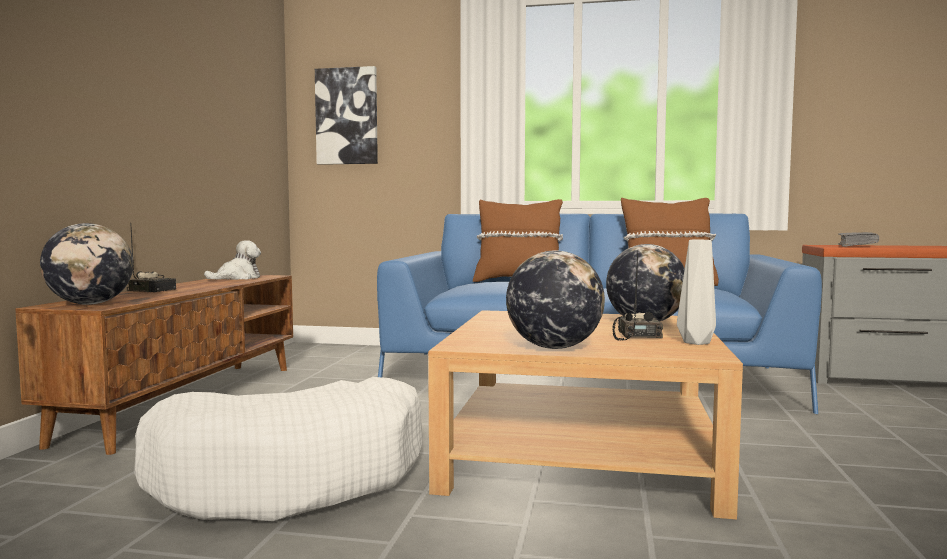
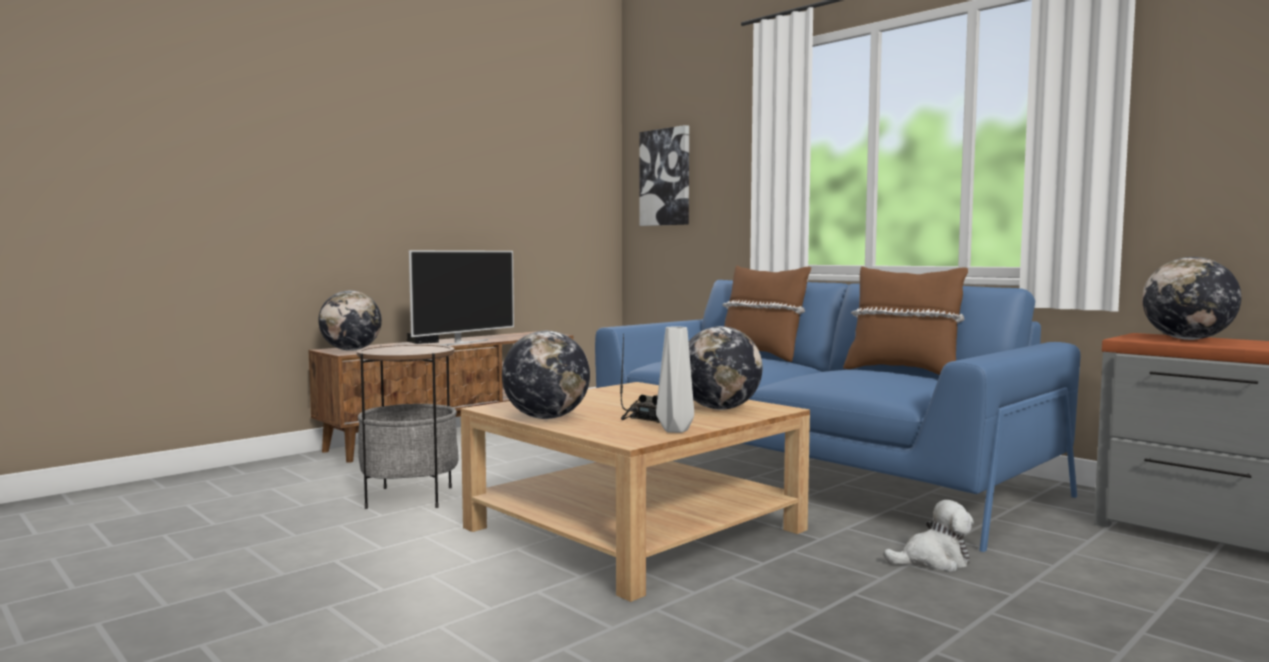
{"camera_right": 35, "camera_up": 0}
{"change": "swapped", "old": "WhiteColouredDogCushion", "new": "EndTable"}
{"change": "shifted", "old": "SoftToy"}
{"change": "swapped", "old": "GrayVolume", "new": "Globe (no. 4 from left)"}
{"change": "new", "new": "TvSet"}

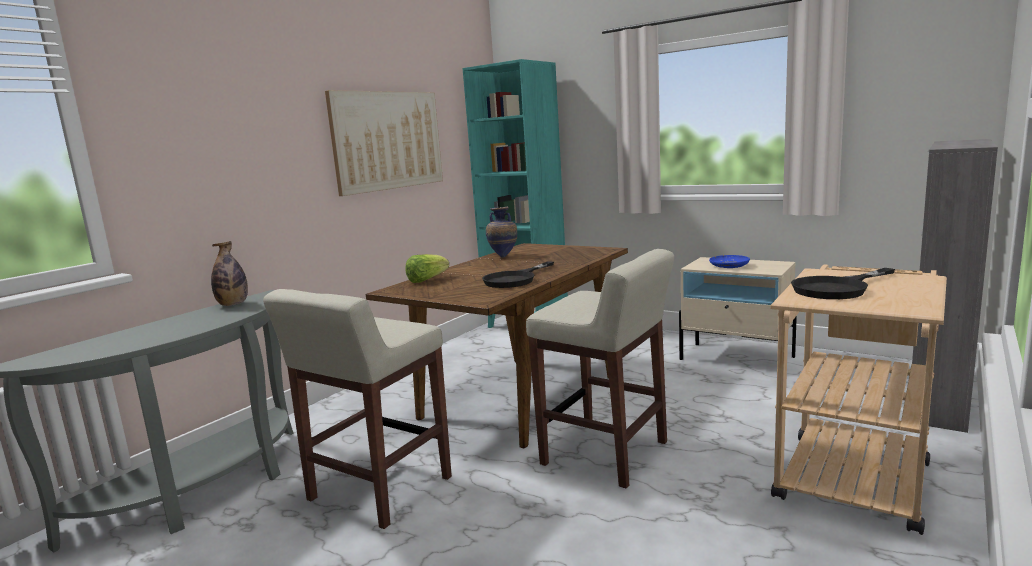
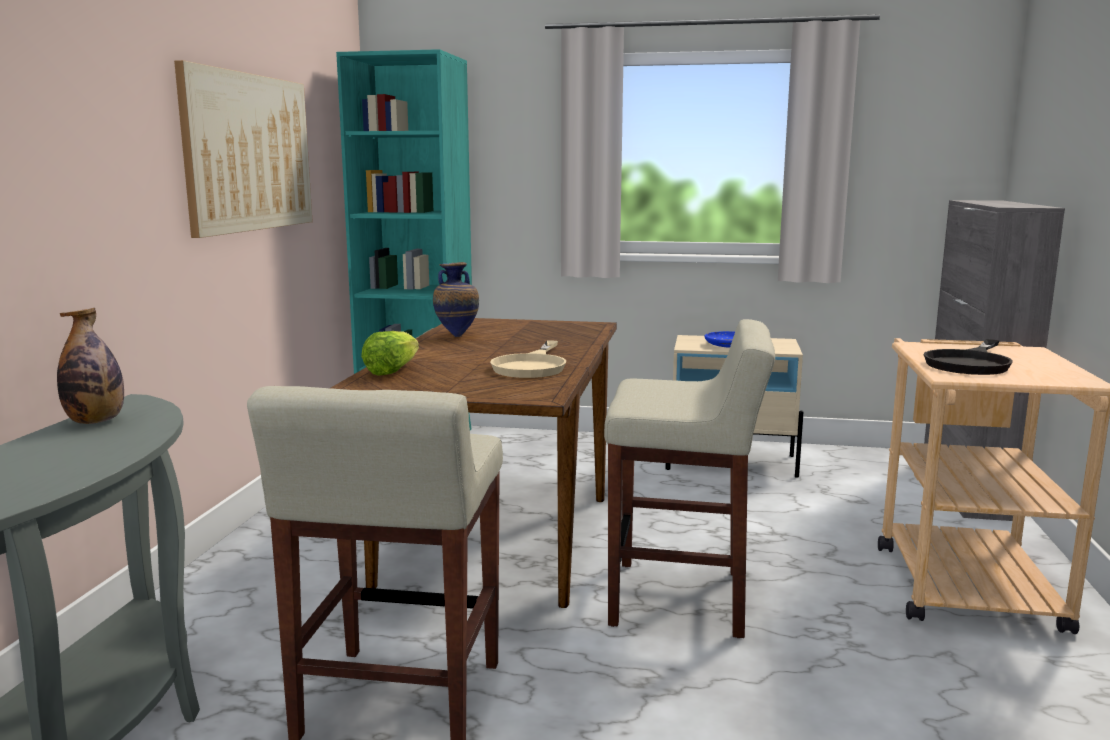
{"camera_right": -25, "camera_up": 0}
{"change": "repainted", "old": "BlackishFryingPan (no. 1 from left)", "new": "BeigeColouredFryingPan"}

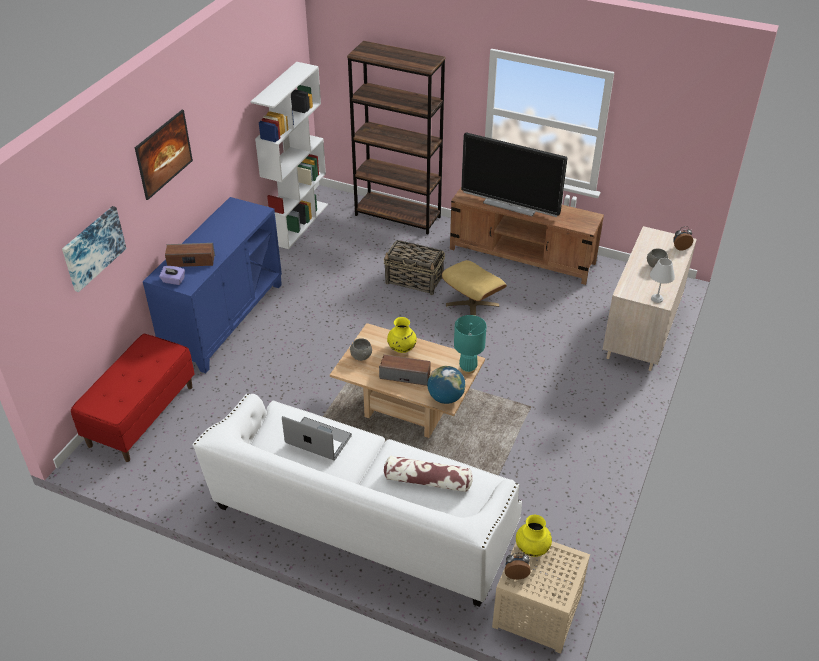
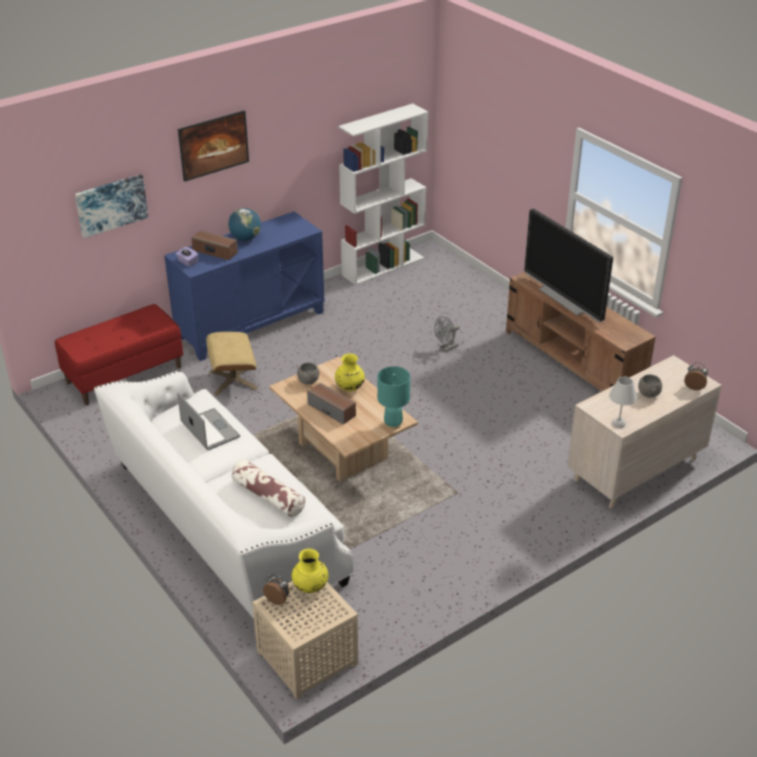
{"camera_right": 30, "camera_up": -5}
{"change": "gone", "old": "BrownishBookcase"}
{"change": "swapped", "old": "HouseholdBasket", "new": "GrayFan"}
{"change": "shifted", "old": "Globe"}
{"change": "shifted", "old": "BeigeColouredPouffe"}

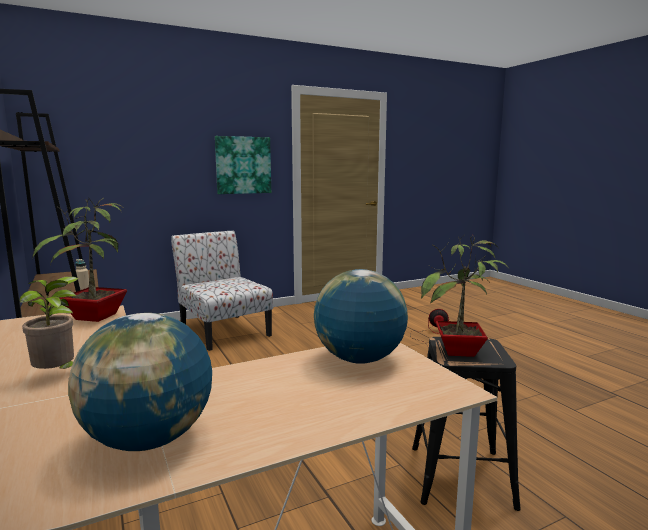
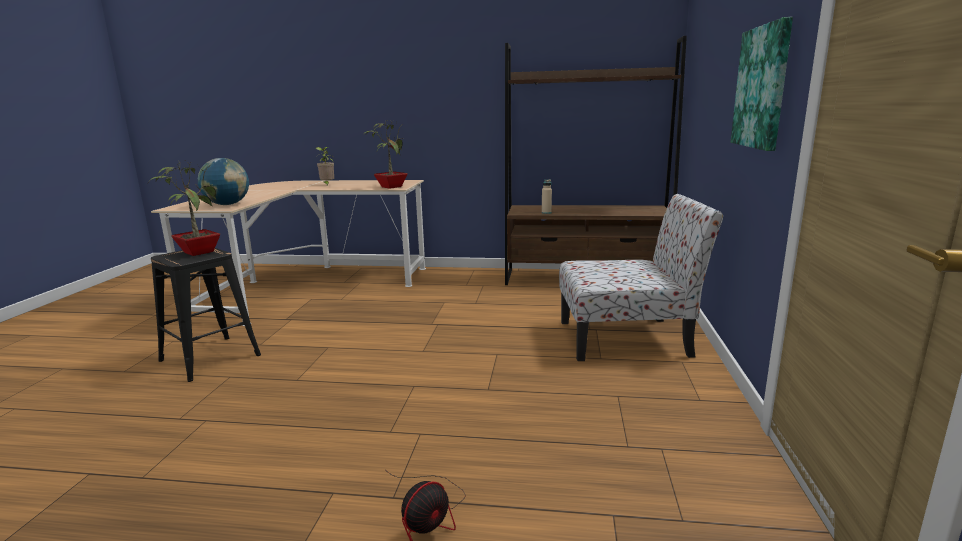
{"camera_right": 125, "camera_up": 5}
{"change": "gone", "old": "Globe (no. 1 from left)"}

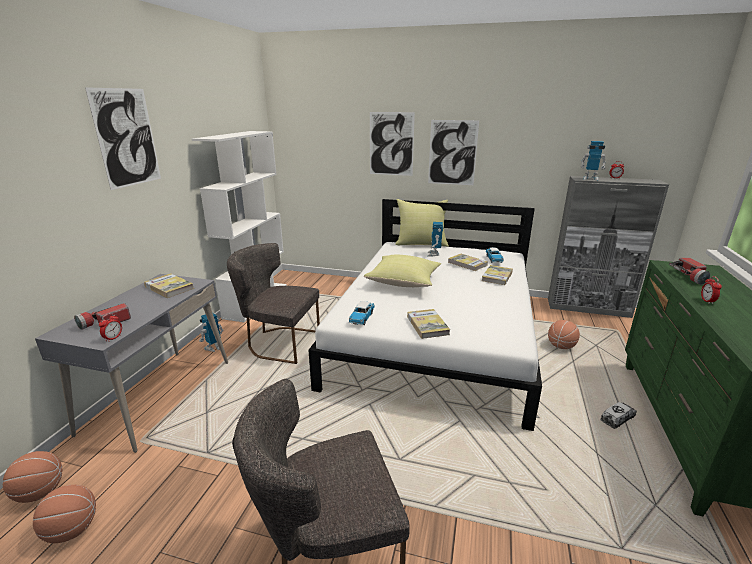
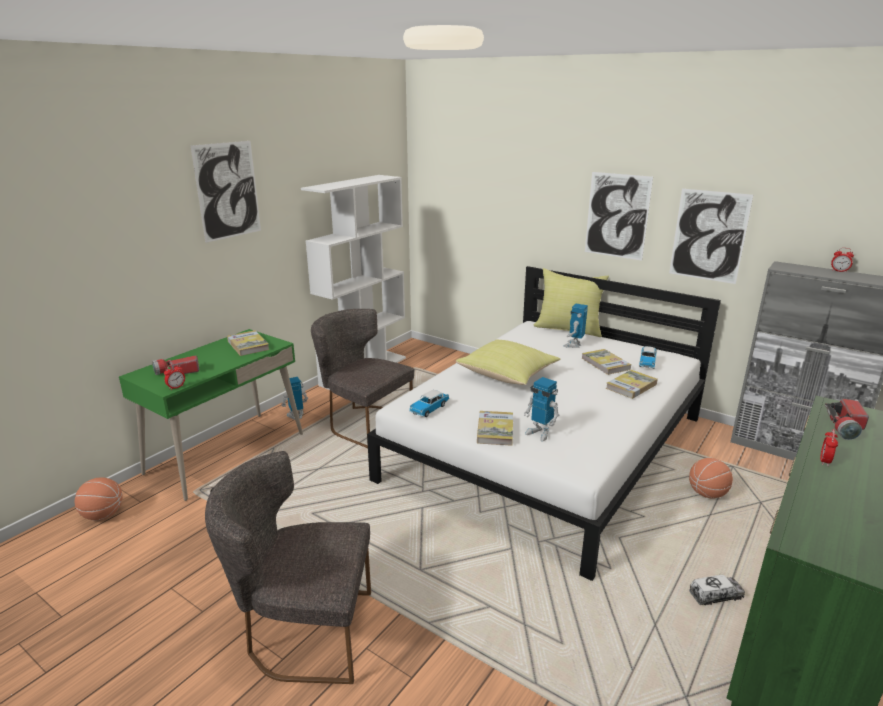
{"camera_right": 20, "camera_up": 0}
{"change": "gone", "old": "BallForBasketball (no. 2 from left)"}
{"change": "repainted", "old": "GrayDeskTable", "new": "GreenColouredDeskTable"}
{"change": "shifted", "old": "WallArt (no. 2 from left in the first image)", "new": "WallArt (no. 3 from left)"}
{"change": "shifted", "old": "ToyRobot (no. 3 from left in the first image)", "new": "ToyRobot (no. 2 from left)"}

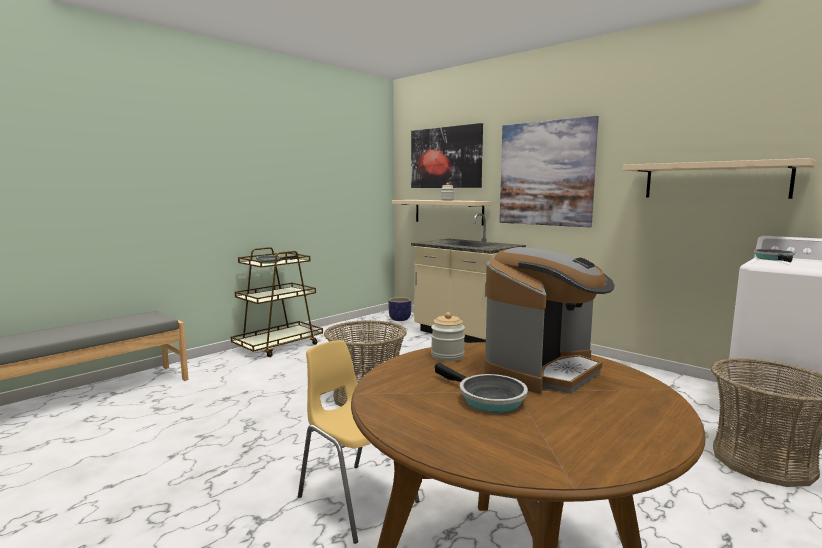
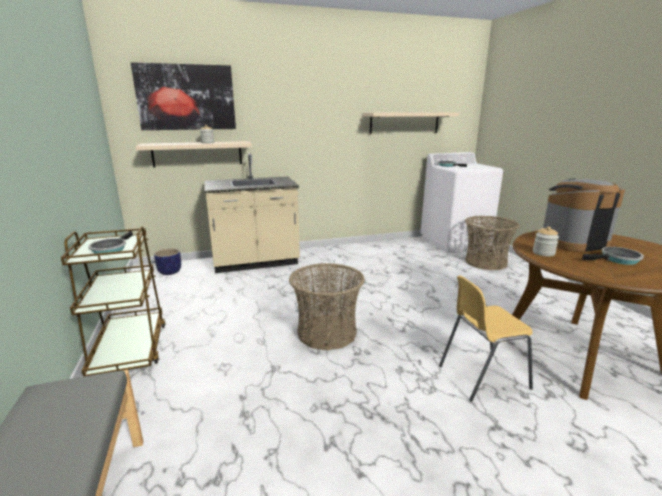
{"camera_right": -60, "camera_up": 10}
{"change": "rotated", "old": "CoffeeMachine", "degrees": -90}
{"change": "gone", "old": "WallArt (no. 2 from left)"}

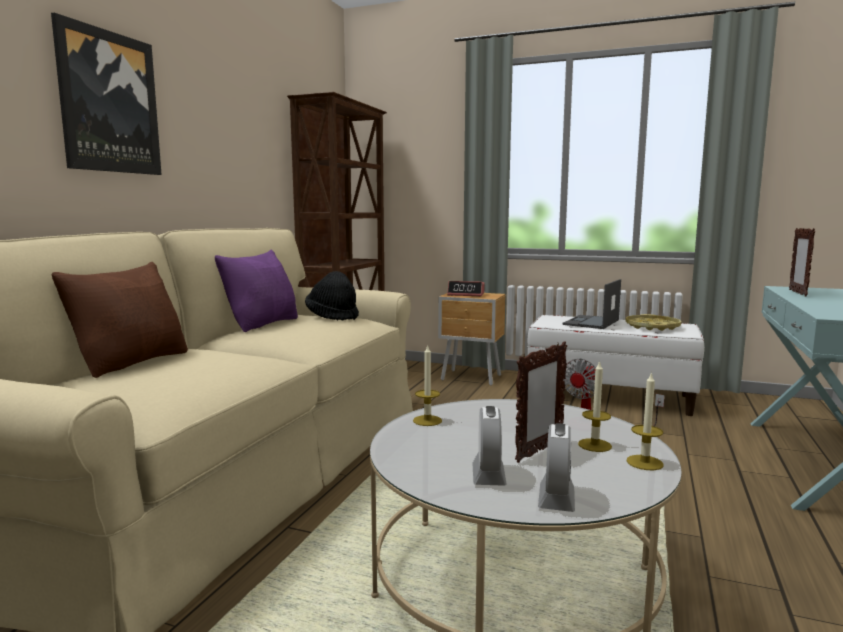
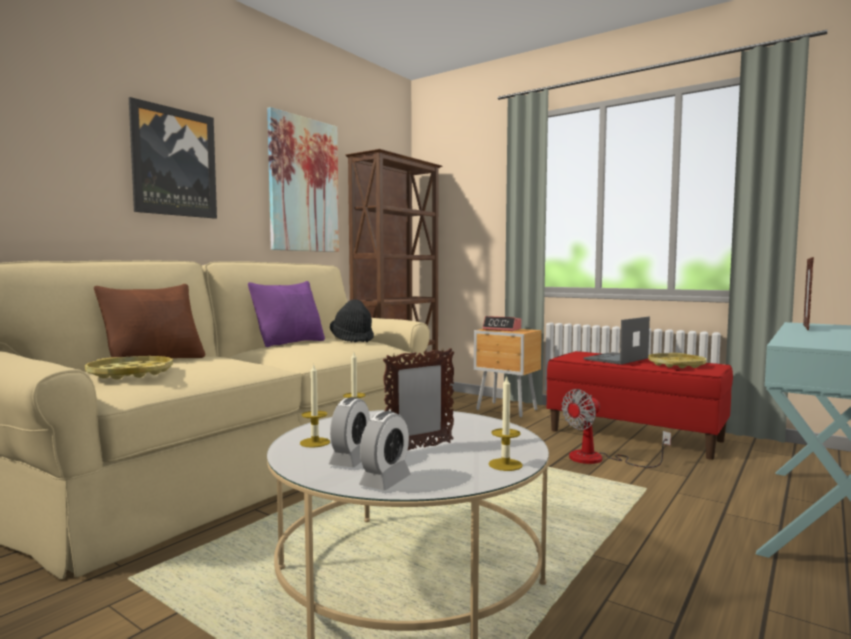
{"camera_right": 15, "camera_up": -5}
{"change": "repainted", "old": "WhiteColouredLongSeat", "new": "RedLongSeat"}
{"change": "shifted", "old": "Candle (no. 2 from left in the first image)", "new": "Candle (no. 1 from left)"}
{"change": "new", "new": "YellowColouredTray (no. 1 from left)"}
{"change": "new", "new": "WallArt (no. 2 from left)"}

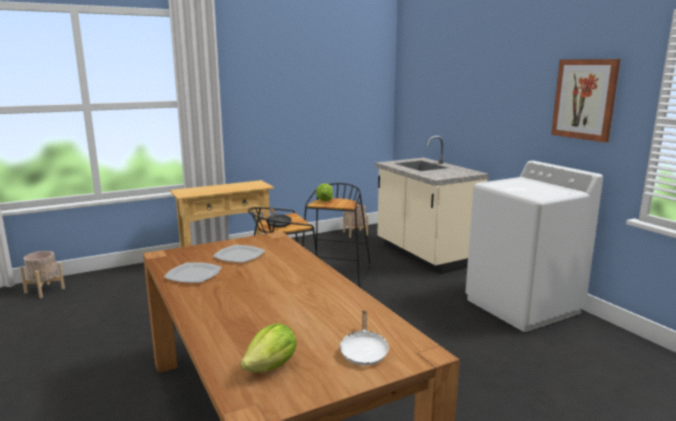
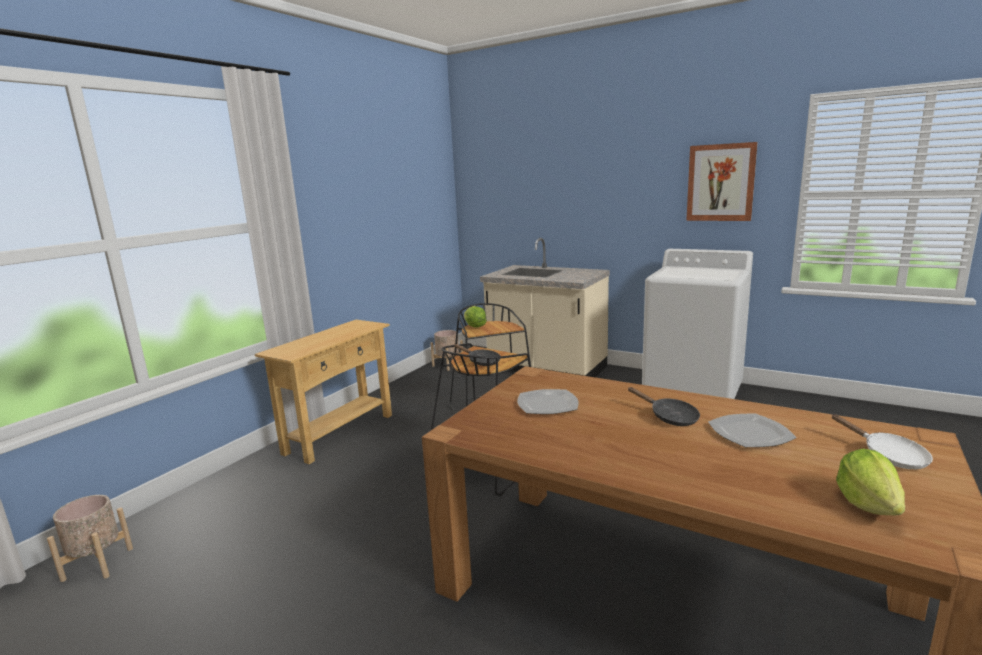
{"camera_right": -30, "camera_up": 0}
{"change": "shifted", "old": "FlatDish (no. 1 from left in the first image)", "new": "FlatDish (no. 2 from left)"}
{"change": "new", "new": "BlackishFryingPan (no. 2 from left)"}

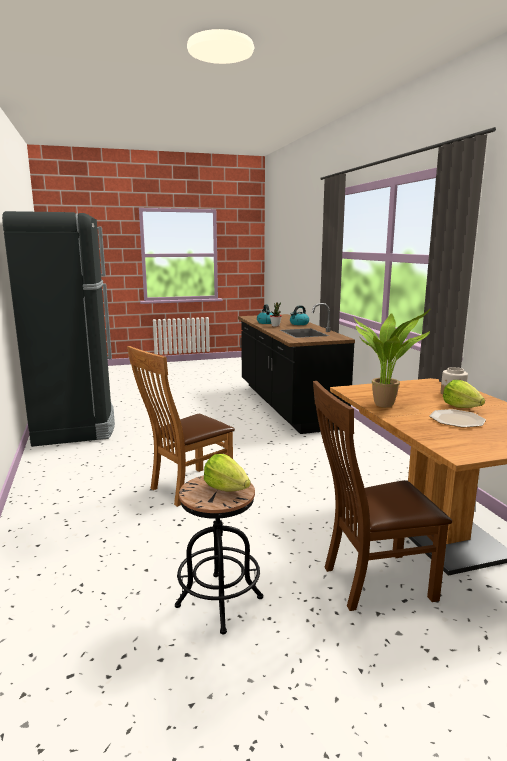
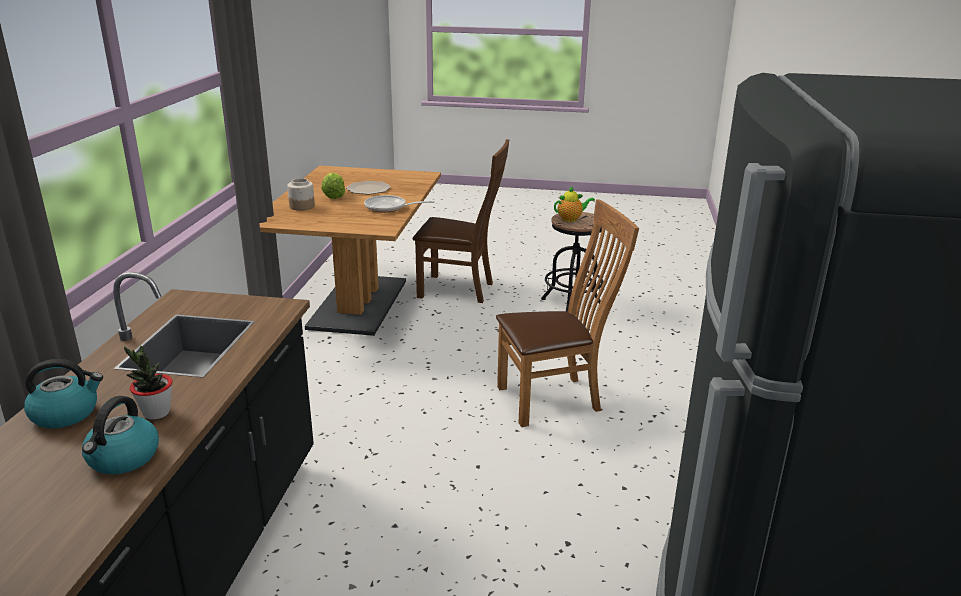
{"camera_right": -155, "camera_up": 10}
{"change": "swapped", "old": "HeadOfLettuce (no. 1 from left)", "new": "TeaPot"}
{"change": "swapped", "old": "Houseplant (no. 2 from left)", "new": "FryingPan"}

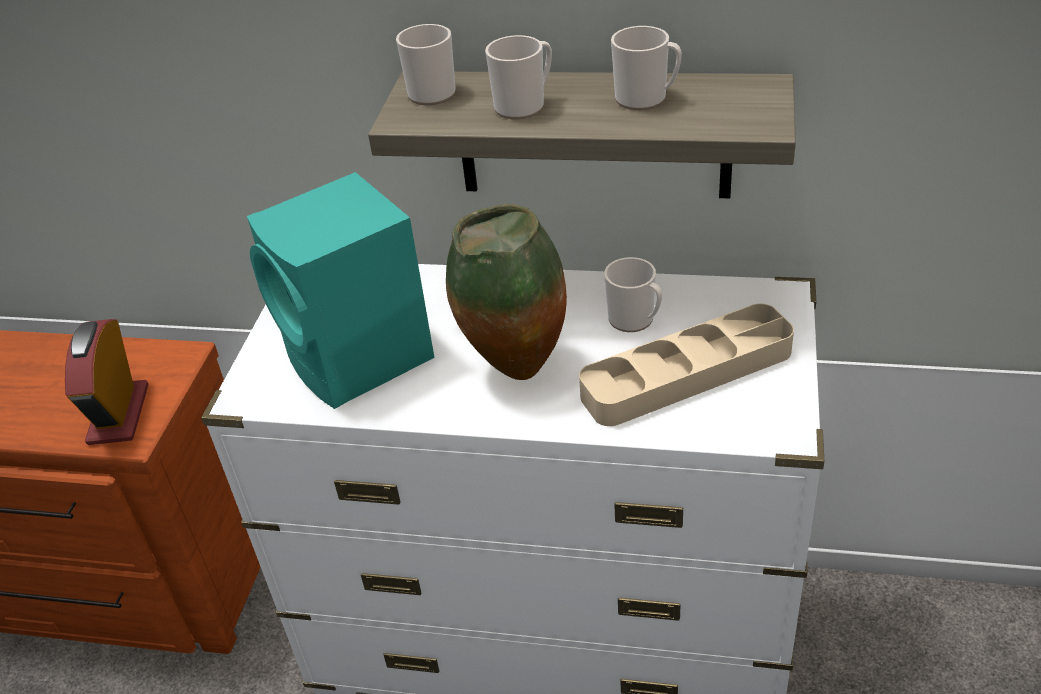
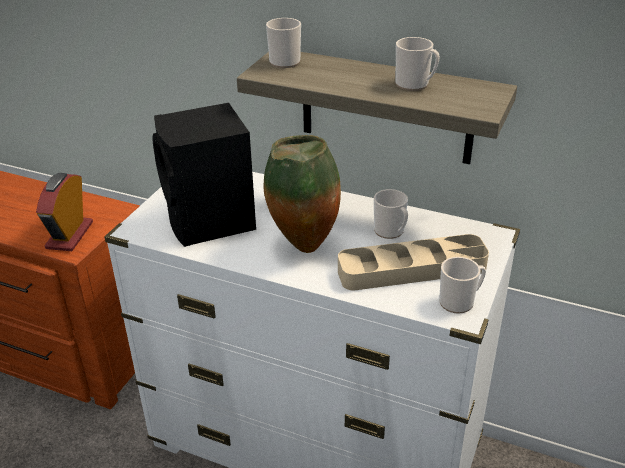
{"camera_right": 10, "camera_up": -5}
{"change": "repainted", "old": "BlueGreenLoudspeaker", "new": "BlackishLoudspeaker"}
{"change": "shifted", "old": "Mug (no. 2 from left in the first image)", "new": "Mug (no. 4 from left)"}

